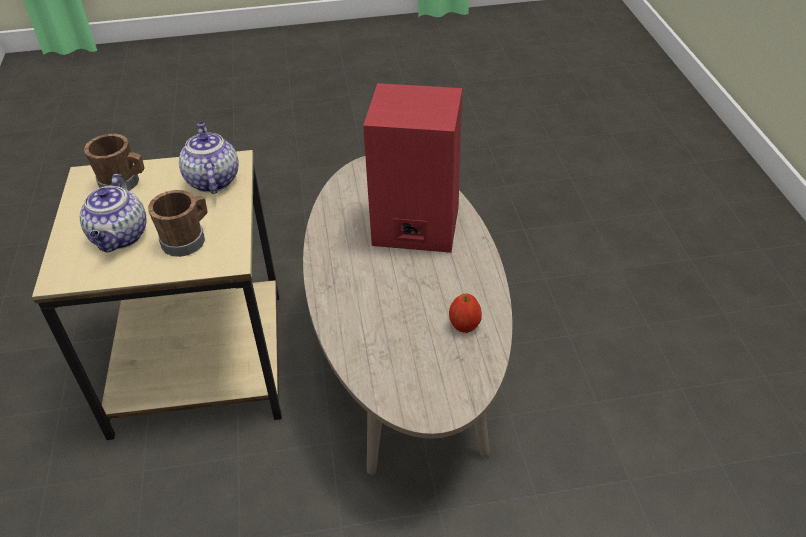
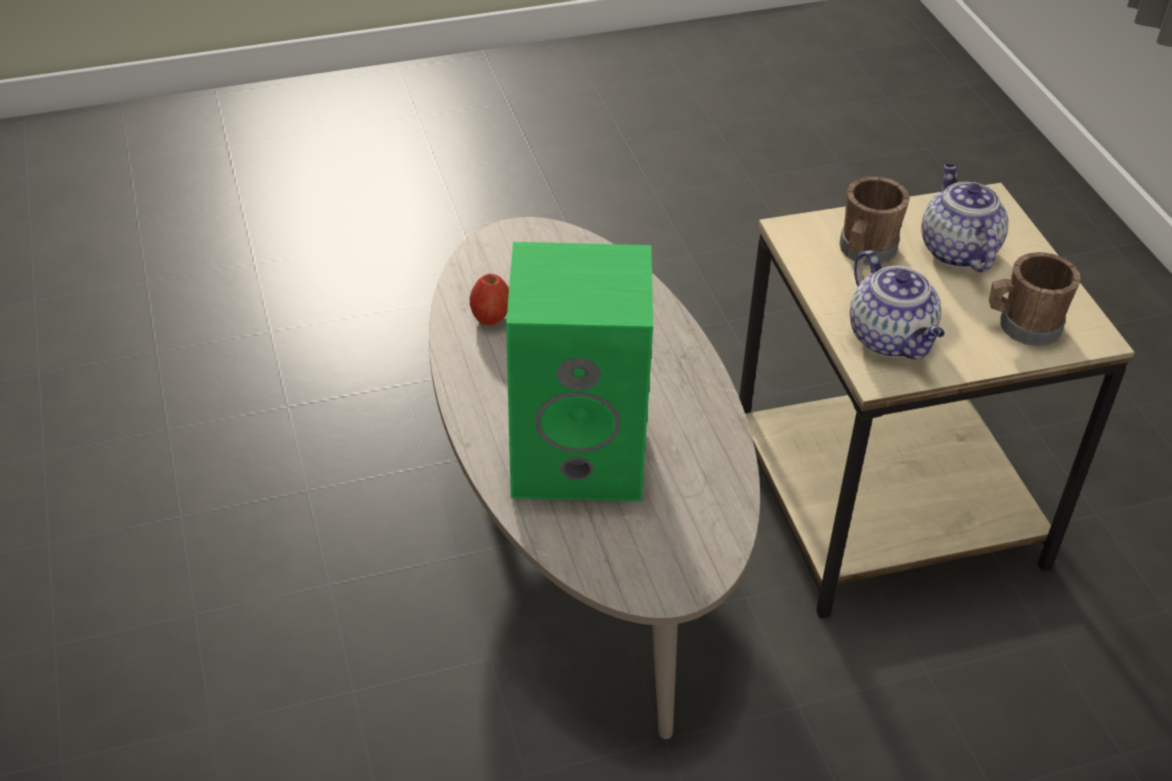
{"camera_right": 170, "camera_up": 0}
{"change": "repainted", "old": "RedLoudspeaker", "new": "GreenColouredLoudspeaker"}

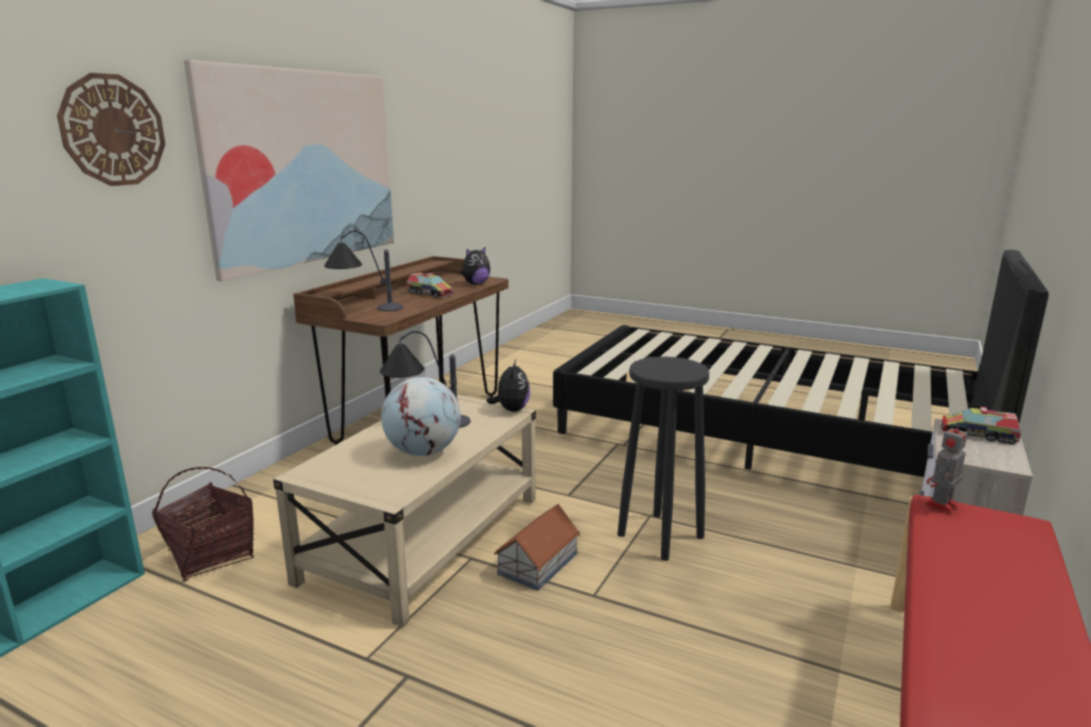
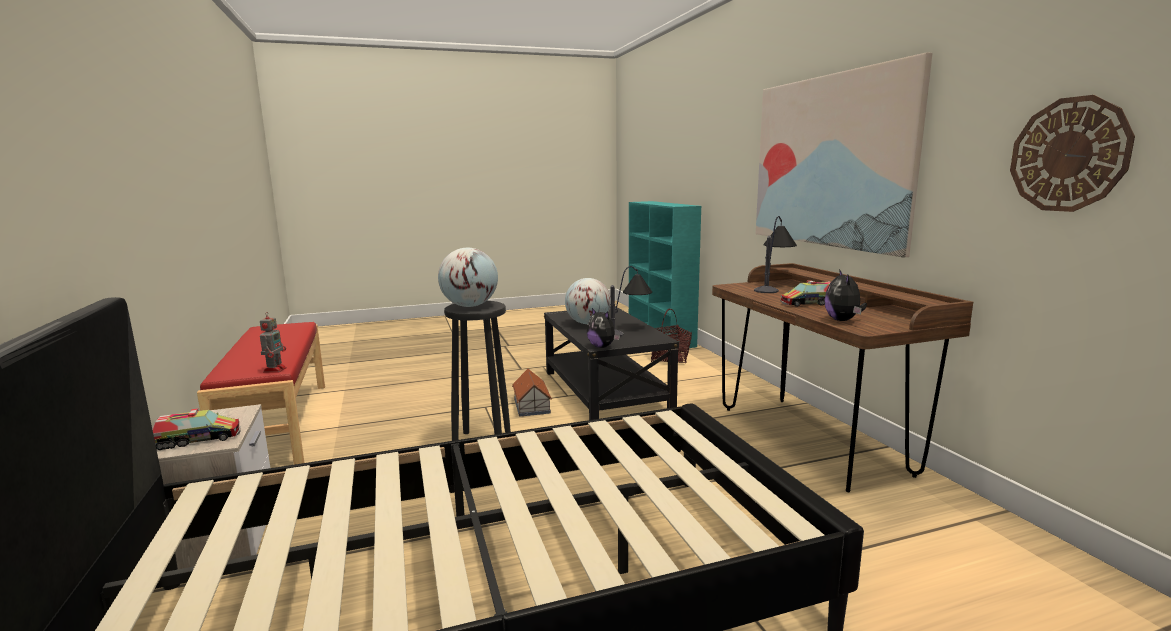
{"camera_right": 135, "camera_up": -5}
{"change": "shifted", "old": "HangingClock"}
{"change": "repainted", "old": "BeigeColouredLowTable", "new": "BlackishLowTable"}
{"change": "new", "new": "Globe (no. 1 from left)"}

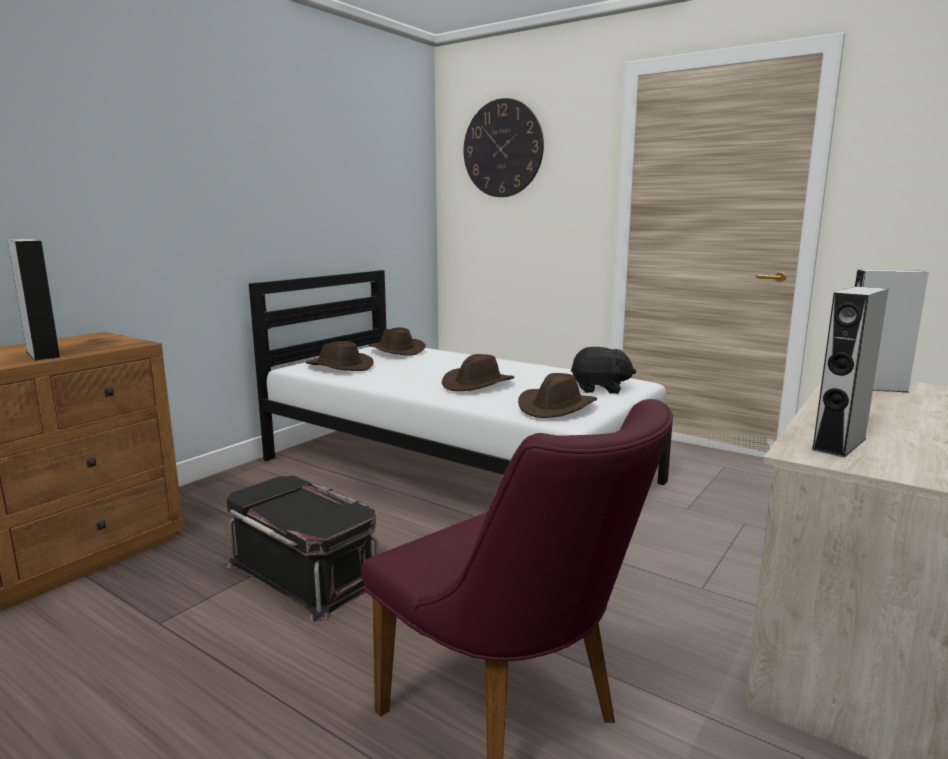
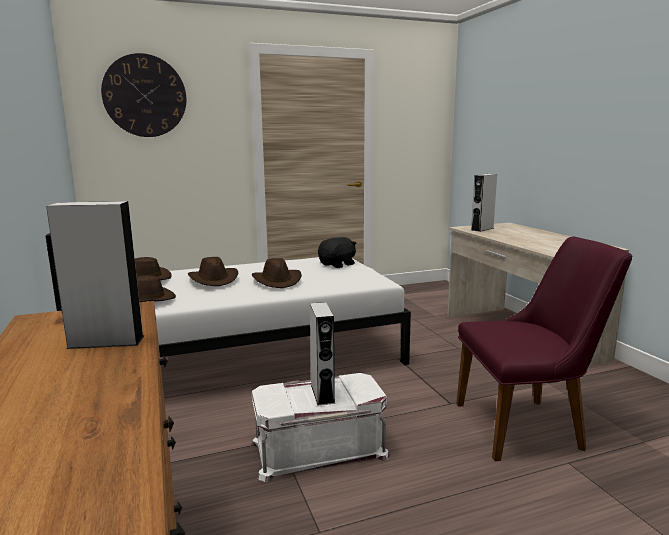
{"camera_right": -55, "camera_up": 0}
{"change": "repainted", "old": "BlackishStorageContainer", "new": "WhiteColouredStorageContainer"}
{"change": "shifted", "old": "BrownishWearableHat (no. 4 from left in the first image)", "new": "BrownishWearableHat (no. 3 from left)"}
{"change": "shifted", "old": "GrayLoudspeaker (no. 2 from left)"}

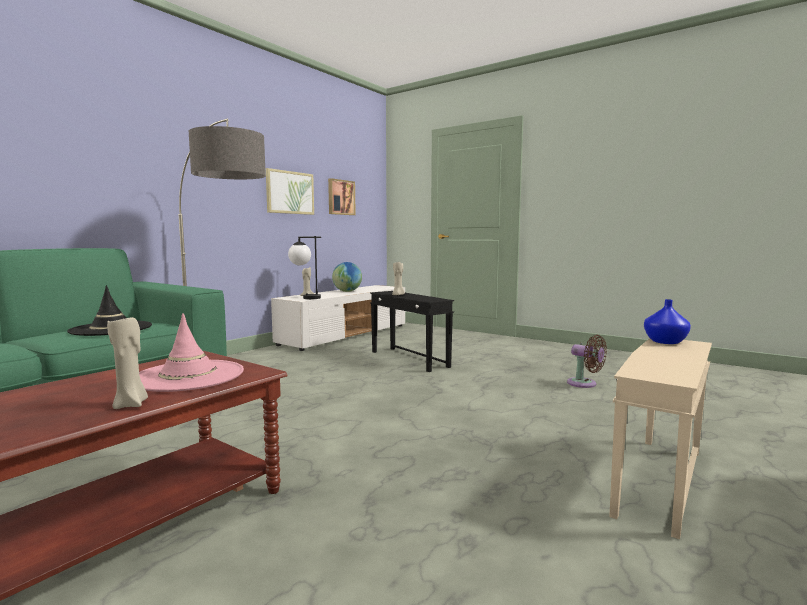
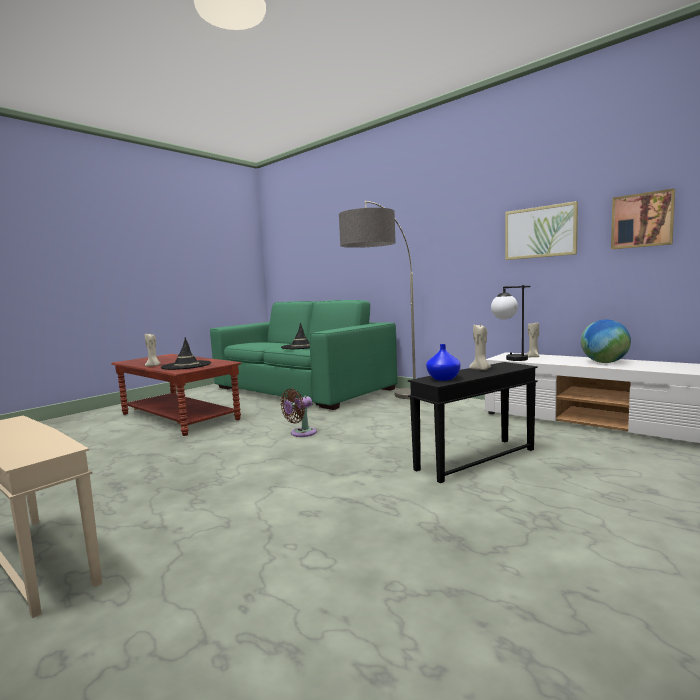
{"camera_right": 95, "camera_up": 0}
{"change": "repainted", "old": "PinkishWearableHat", "new": "BlackishWearableHat (no. 1 from left)"}
{"change": "shifted", "old": "BrownishFan"}
{"change": "shifted", "old": "BlueFlowerVase"}

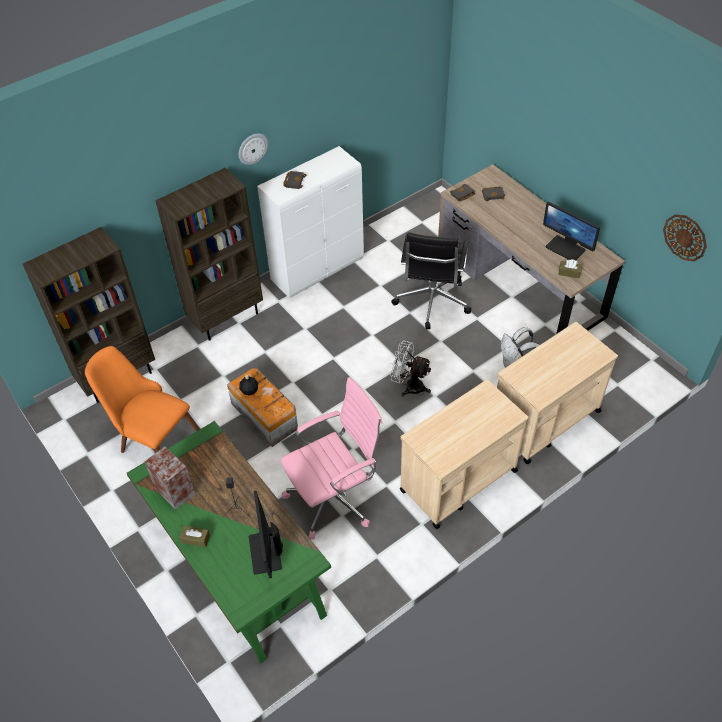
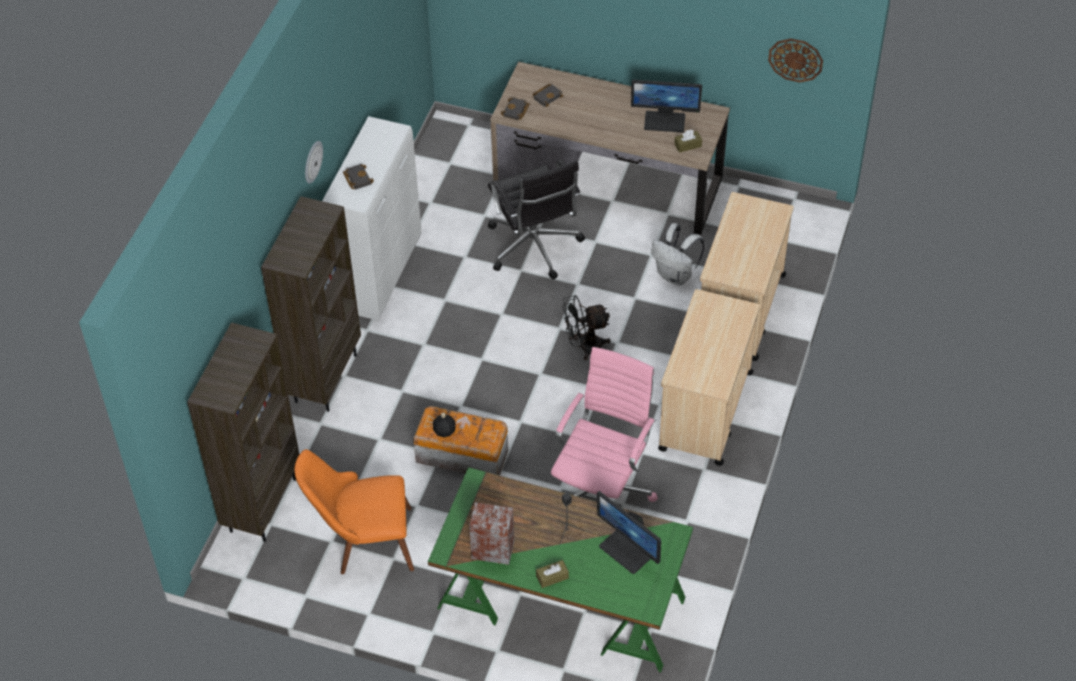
{"camera_right": -35, "camera_up": 0}
{"change": "repainted", "old": "WhiteColouredFan", "new": "BlackishFan"}

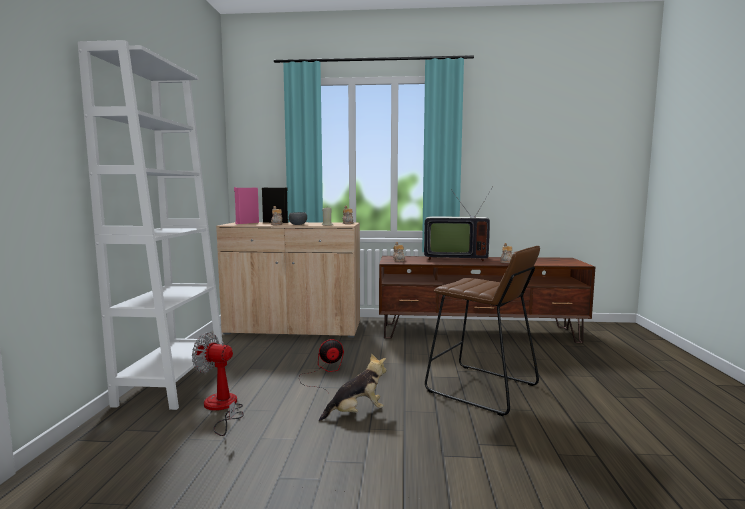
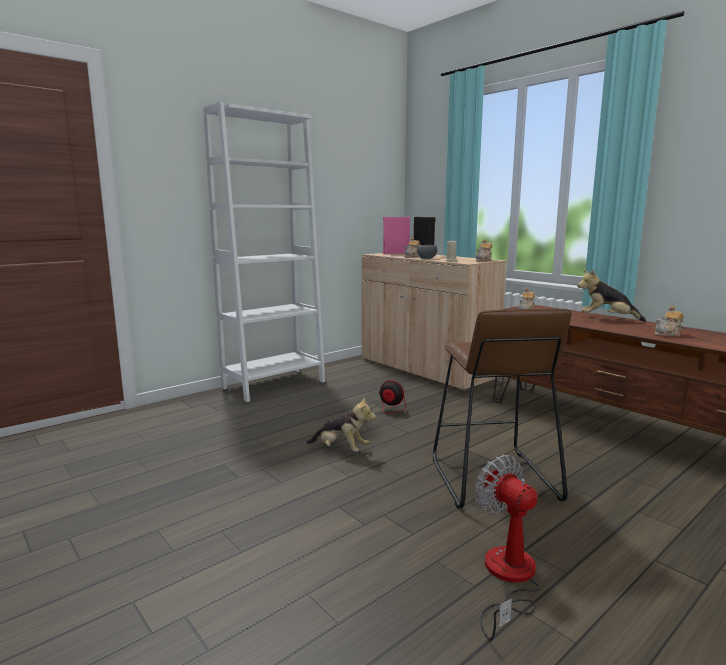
{"camera_right": 45, "camera_up": 5}
{"change": "shifted", "old": "Fan (no. 1 from left in the first image)", "new": "Fan (no. 2 from left)"}
{"change": "swapped", "old": "TvSet", "new": "SoftToy (no. 2 from left)"}

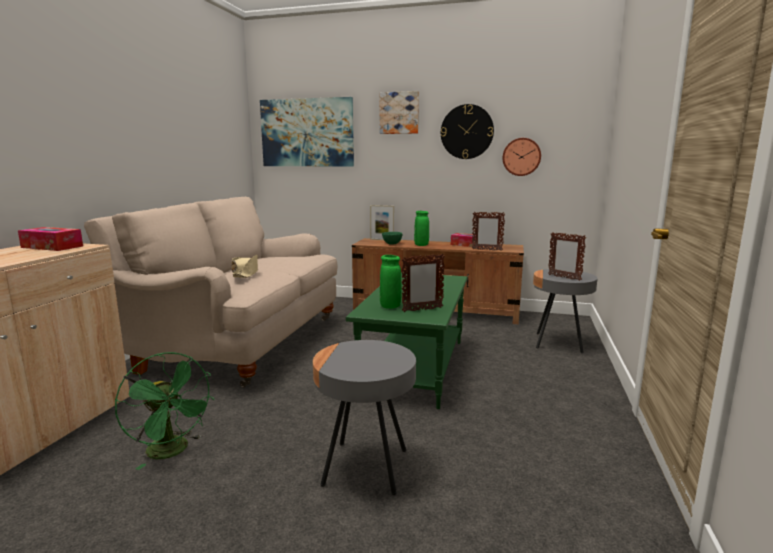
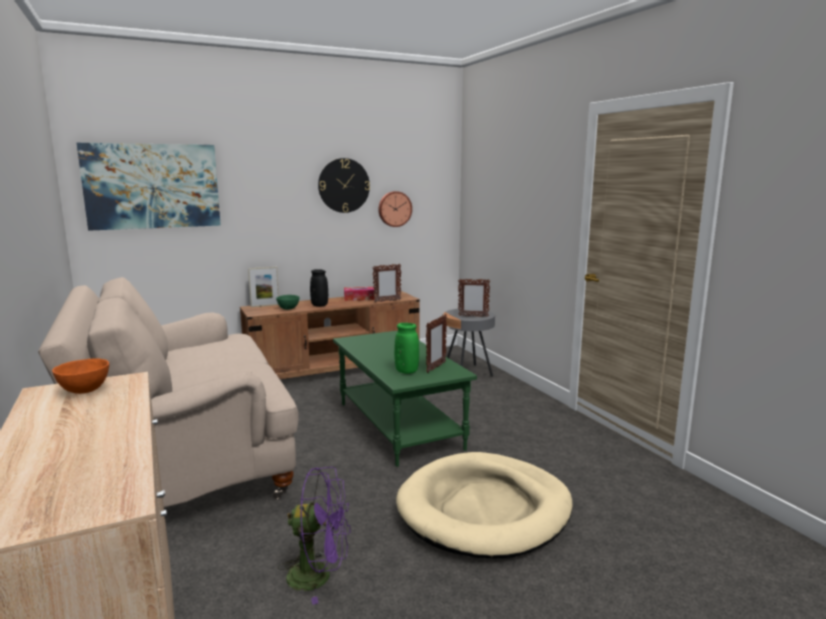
{"camera_right": -40, "camera_up": 0}
{"change": "swapped", "old": "TissueBox (no. 1 from left)", "new": "OrangeColouredDeepDish"}
{"change": "repainted", "old": "GreenColouredFan", "new": "PurplishFan"}
{"change": "gone", "old": "BeigeColouredWearableHat"}
{"change": "swapped", "old": "GrayEndTable (no. 1 from left)", "new": "BeigeColouredDogCushion"}
{"change": "gone", "old": "WallArt (no. 2 from left)"}
{"change": "repainted", "old": "GreenColouredFlowerVase (no. 2 from left)", "new": "BlackishFlowerVase"}

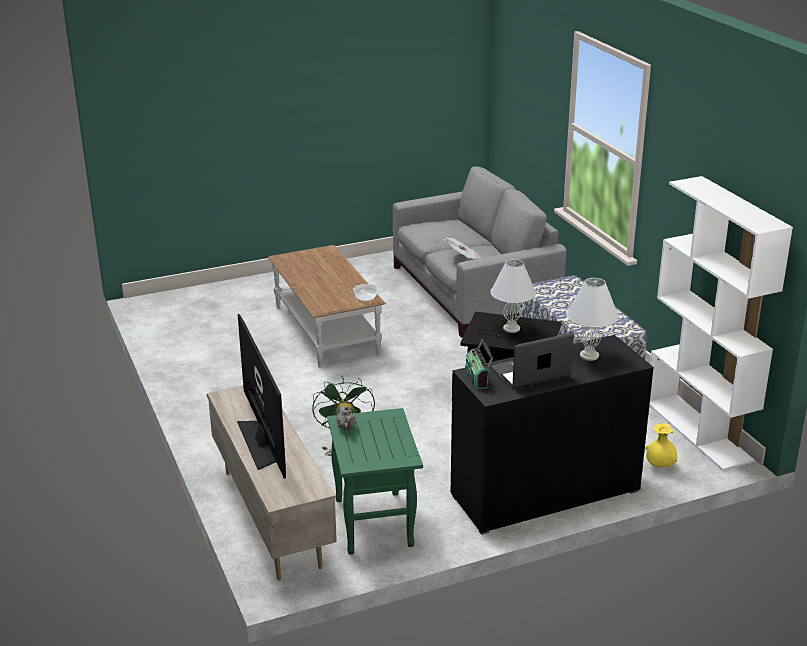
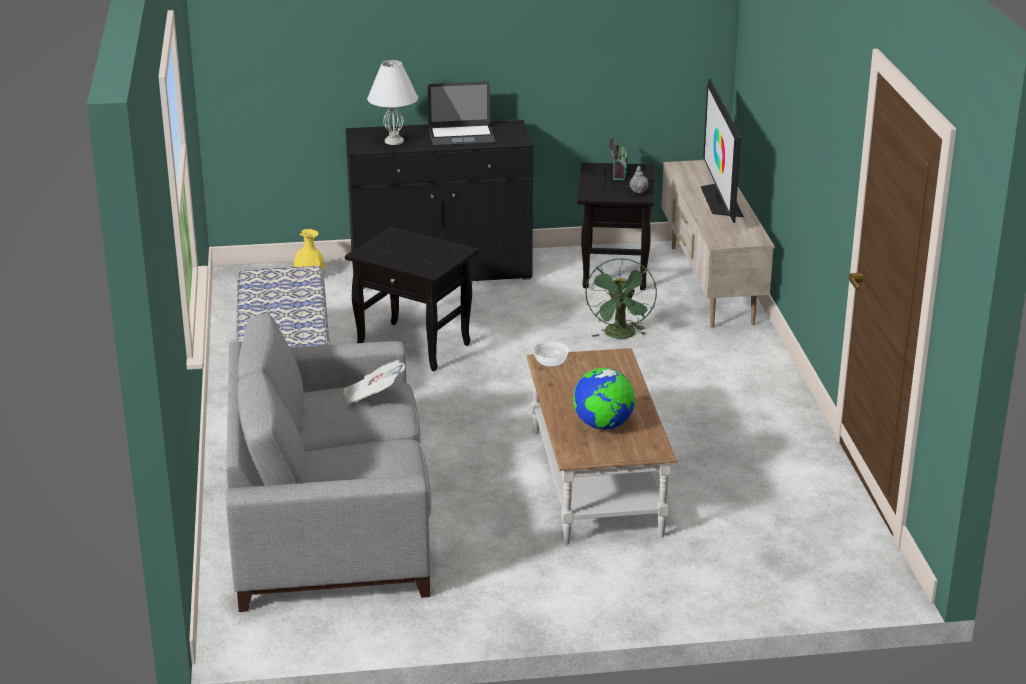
{"camera_right": -165, "camera_up": 0}
{"change": "repainted", "old": "GreenColouredEndTable", "new": "BlackishEndTable (no. 2 from left)"}
{"change": "shifted", "old": "RadioSet"}
{"change": "gone", "old": "WhiteColouredTableLamp (no. 1 from left)"}
{"change": "gone", "old": "WhiteColouredBookcase"}
{"change": "new", "new": "Globe"}

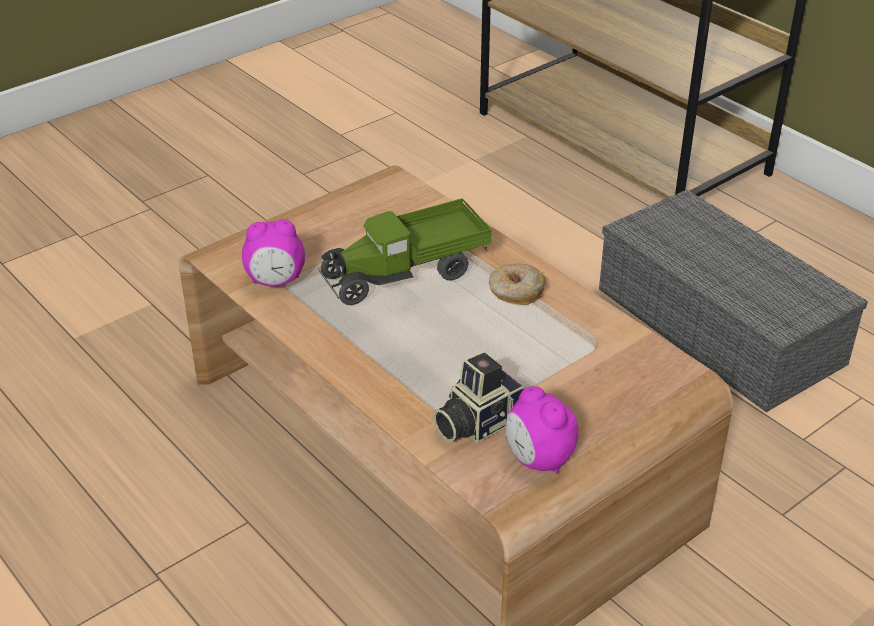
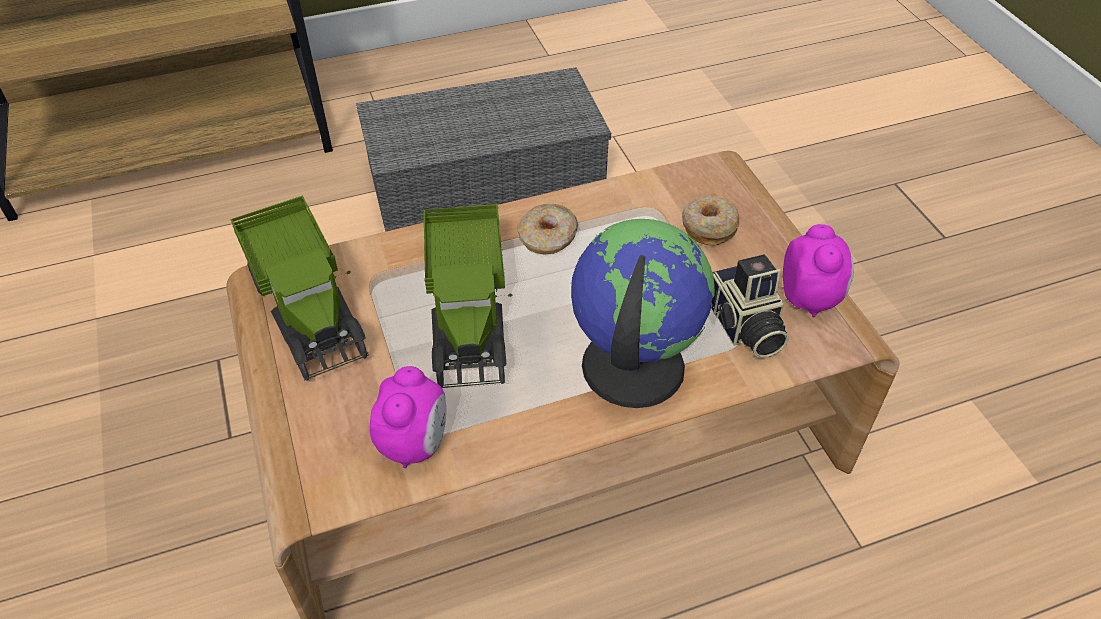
{"camera_right": -70, "camera_up": 10}
{"change": "rotated", "old": "TableClock (no. 2 from left)", "degrees": -75}
{"change": "new", "new": "ToyLorry (no. 1 from left)"}
{"change": "new", "new": "Globe"}
{"change": "new", "new": "Doughnut (no. 2 from left)"}

